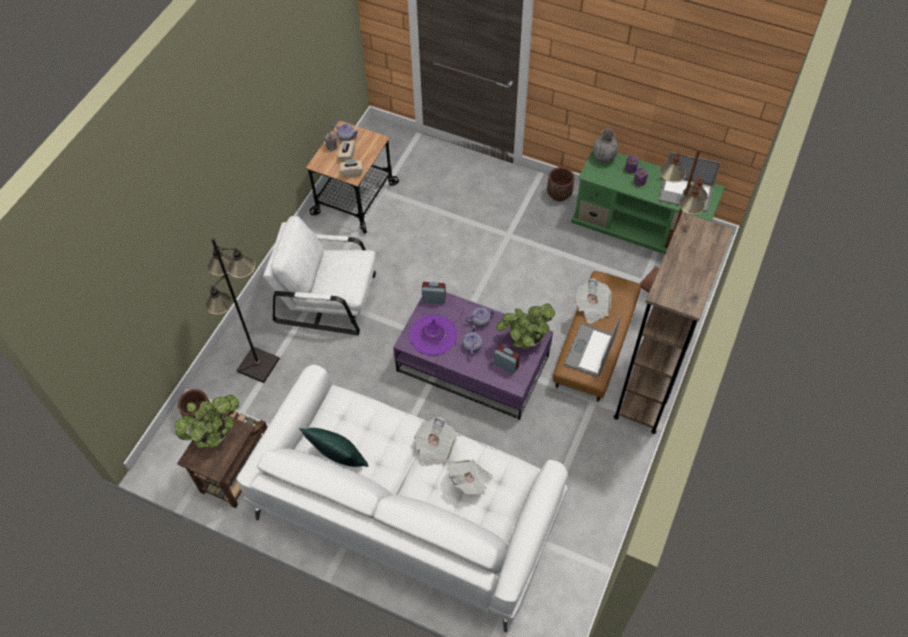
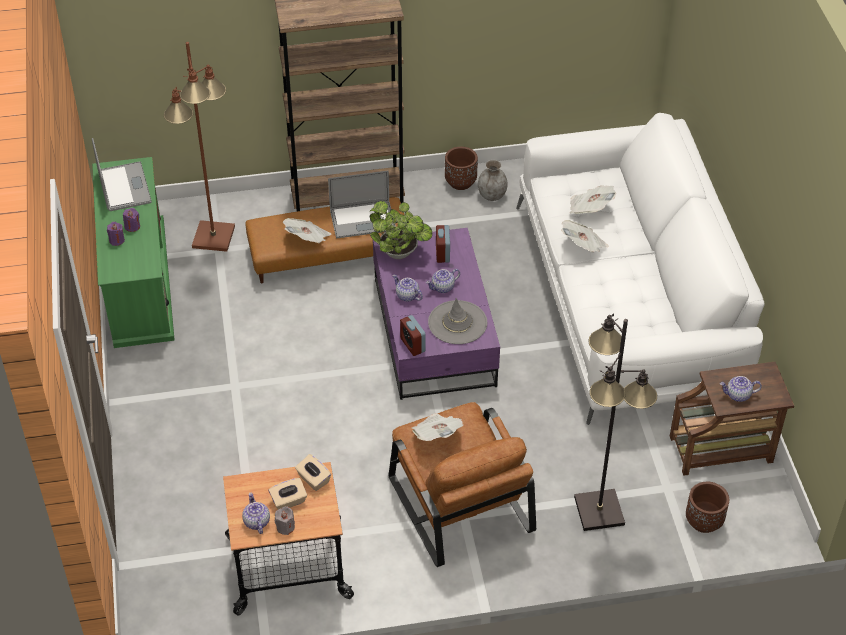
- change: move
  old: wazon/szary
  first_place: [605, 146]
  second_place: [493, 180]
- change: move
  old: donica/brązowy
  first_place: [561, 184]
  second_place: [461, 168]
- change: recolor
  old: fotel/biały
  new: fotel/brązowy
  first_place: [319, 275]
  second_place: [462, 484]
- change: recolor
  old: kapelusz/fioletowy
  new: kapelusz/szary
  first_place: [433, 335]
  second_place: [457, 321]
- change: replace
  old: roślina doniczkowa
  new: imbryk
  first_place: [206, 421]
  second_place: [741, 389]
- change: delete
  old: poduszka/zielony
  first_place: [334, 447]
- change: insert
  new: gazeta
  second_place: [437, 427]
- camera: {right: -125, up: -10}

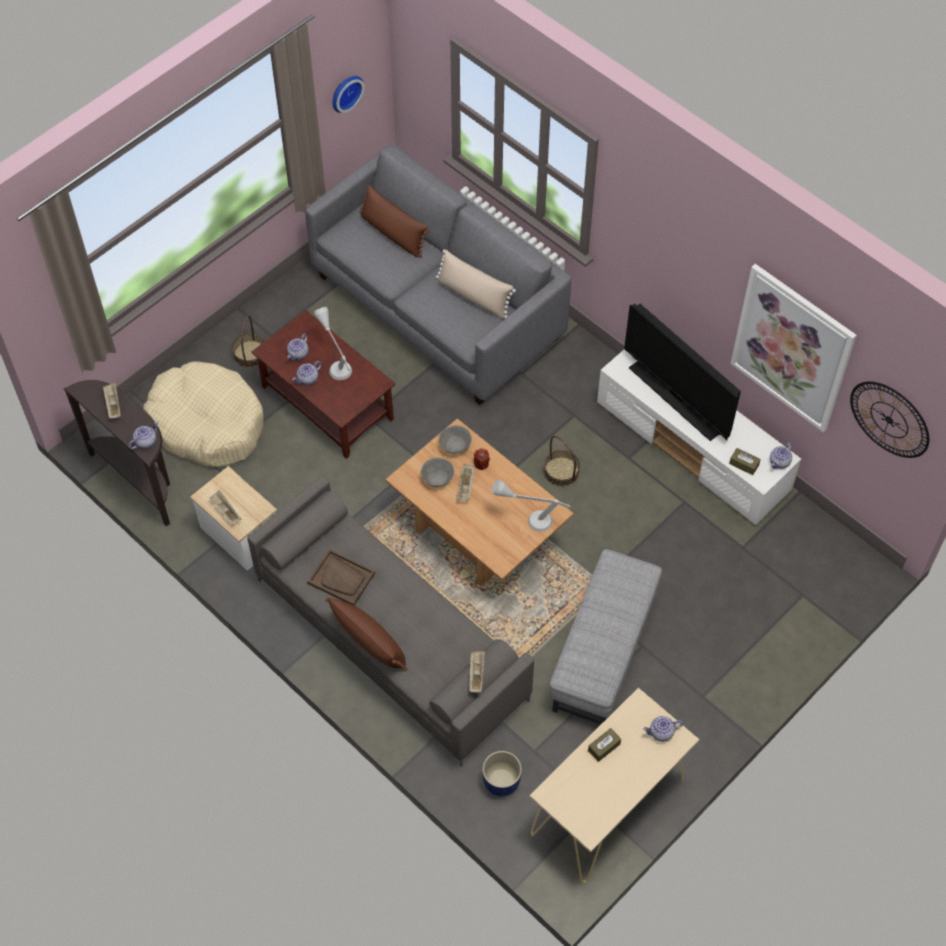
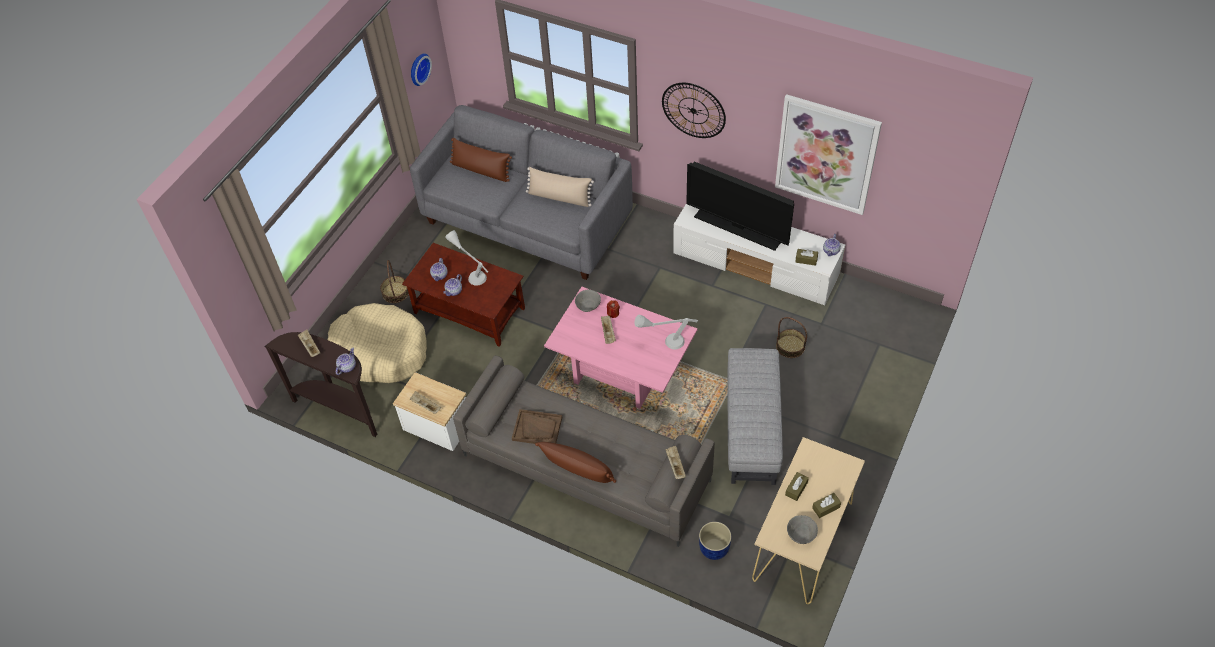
- change: move
  old: zegar ścienny
  first_place: [889, 419]
  second_place: [694, 110]
- change: recolor
  old: ława/brązowy
  new: ława/różowy
  first_place: [479, 502]
  second_place: [620, 348]
- change: move
  old: koszyk
  first_place: [562, 461]
  second_place: [791, 337]
- change: move
  old: miska/szary
  first_place: [437, 472]
  second_place: [802, 529]
- change: delete
  old: imbryk
  first_place: [663, 729]
- change: insert
  new: pudełko chusteczek/brązowy
  second_place: [826, 505]
- camera: {right: -15, up: -5}

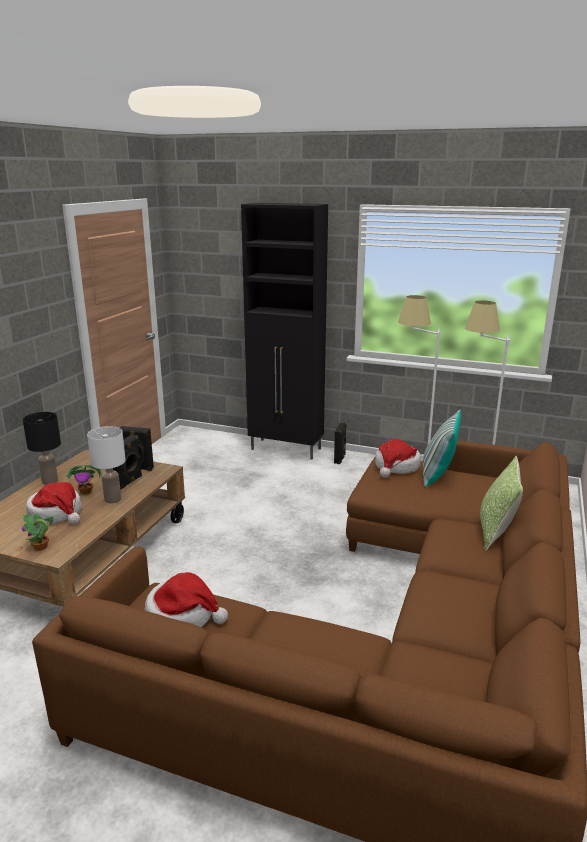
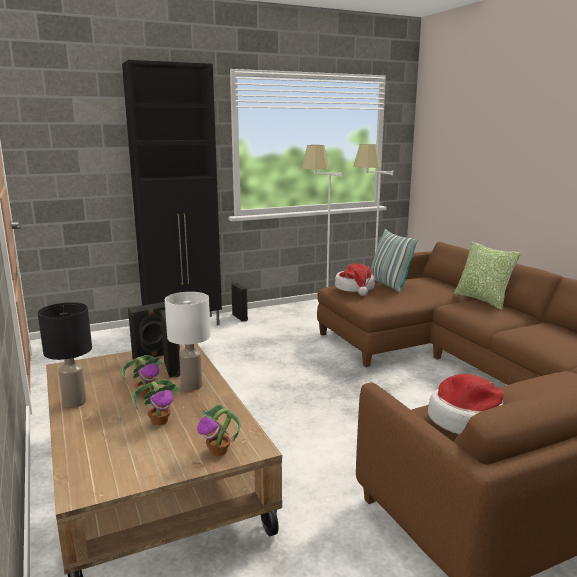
- change: replace
  old: kapelusz
  new: roślina doniczkowa
  first_place: [53, 503]
  second_place: [157, 402]
- camera: {right: -45, up: -5}

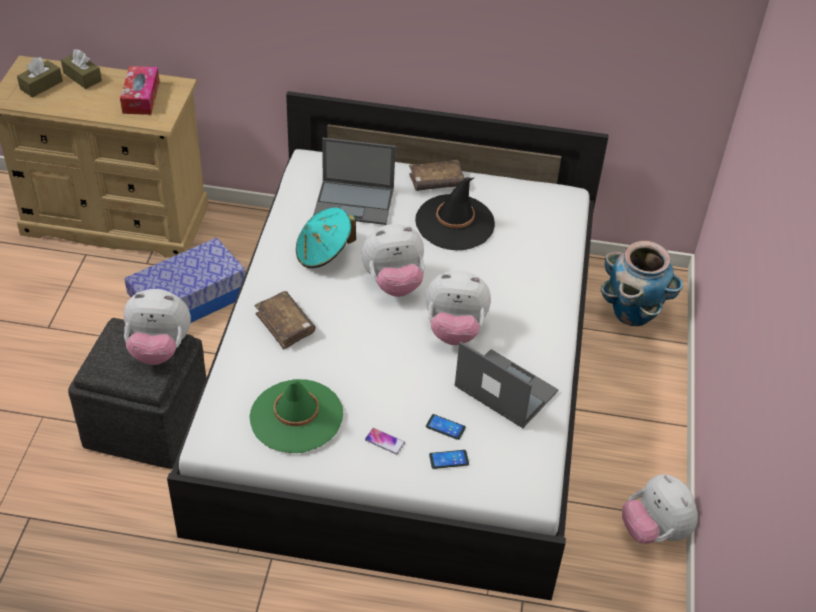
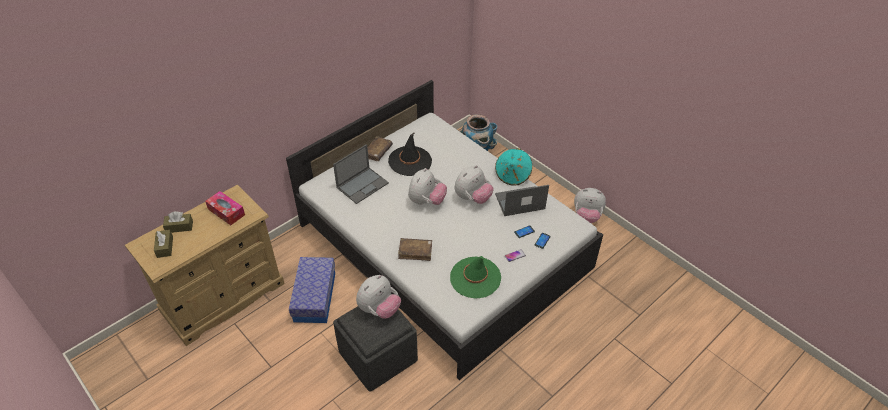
- change: move
  old: kapelusz/turkusowy
  first_place: [326, 238]
  second_place: [513, 167]
- camera: {right: -50, up: 0}

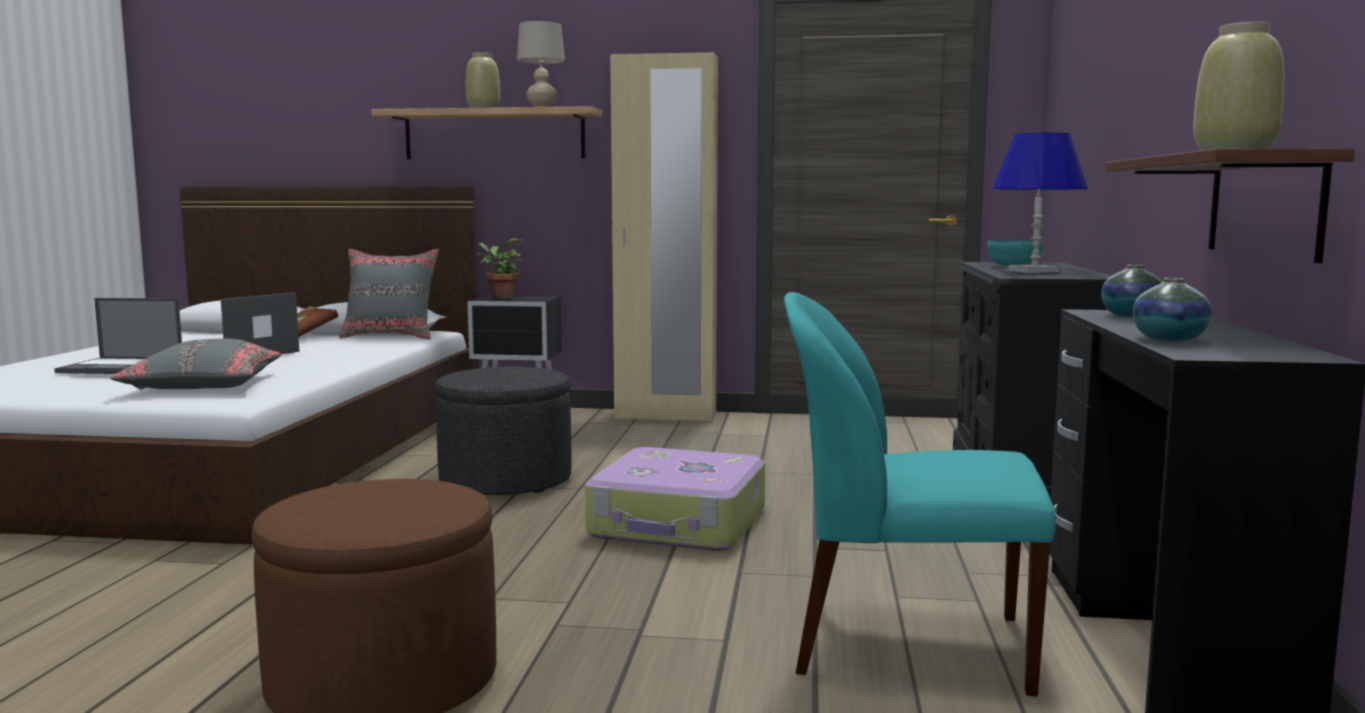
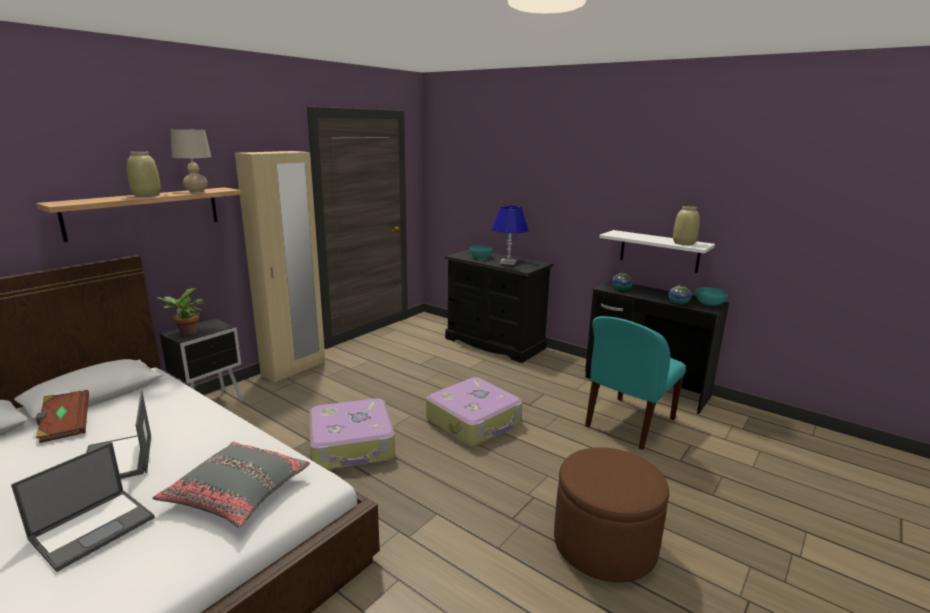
- change: recolor
  old: półka/brązowy
  new: półka/biały
  first_place: [1230, 205]
  second_place: [657, 251]
- change: delete
  old: poduszka/szary
  first_place: [389, 294]
- change: replace
  old: pufa/szary
  new: walizka
  first_place: [503, 431]
  second_place: [352, 434]
- change: insert
  new: miska/turkusowy
  second_place: [712, 296]
- camera: {right: -60, up: 10}

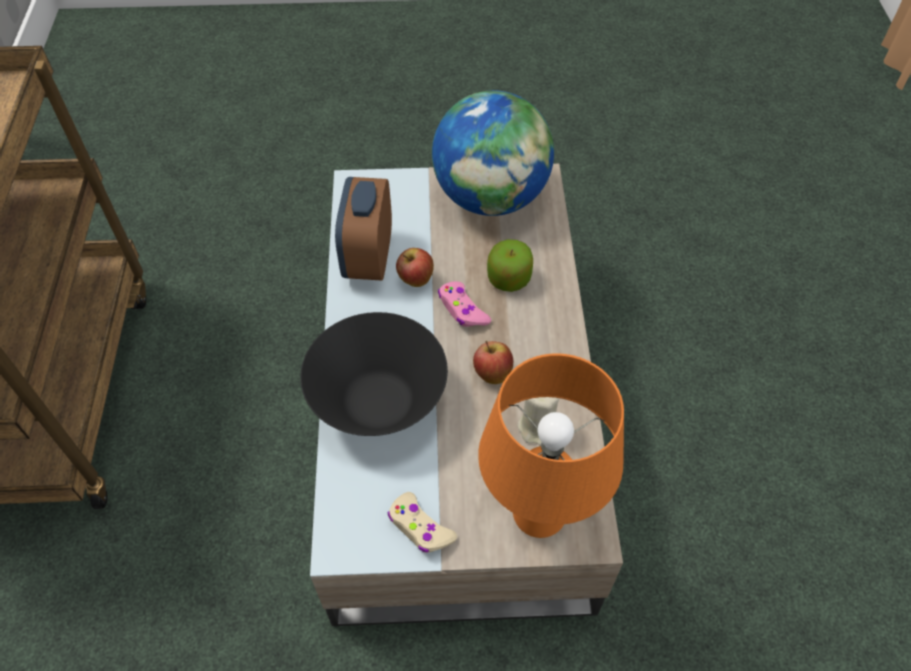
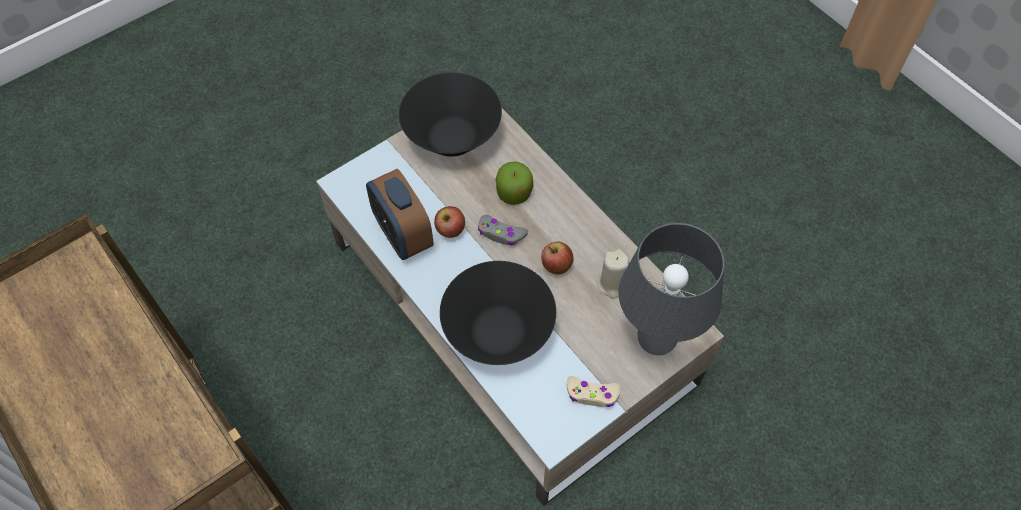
- change: replace
  old: globus
  new: miska/czarny
  first_place: [493, 153]
  second_place: [450, 115]
- change: recolor
  old: pad do gier/różowy
  new: pad do gier/szary
  first_place: [464, 304]
  second_place: [503, 230]
- change: recolor
  old: lampa stołowa/pomarańczowy
  new: lampa stołowa/szary
  first_place: [551, 445]
  second_place: [672, 289]
- camera: {right: -35, up: 5}

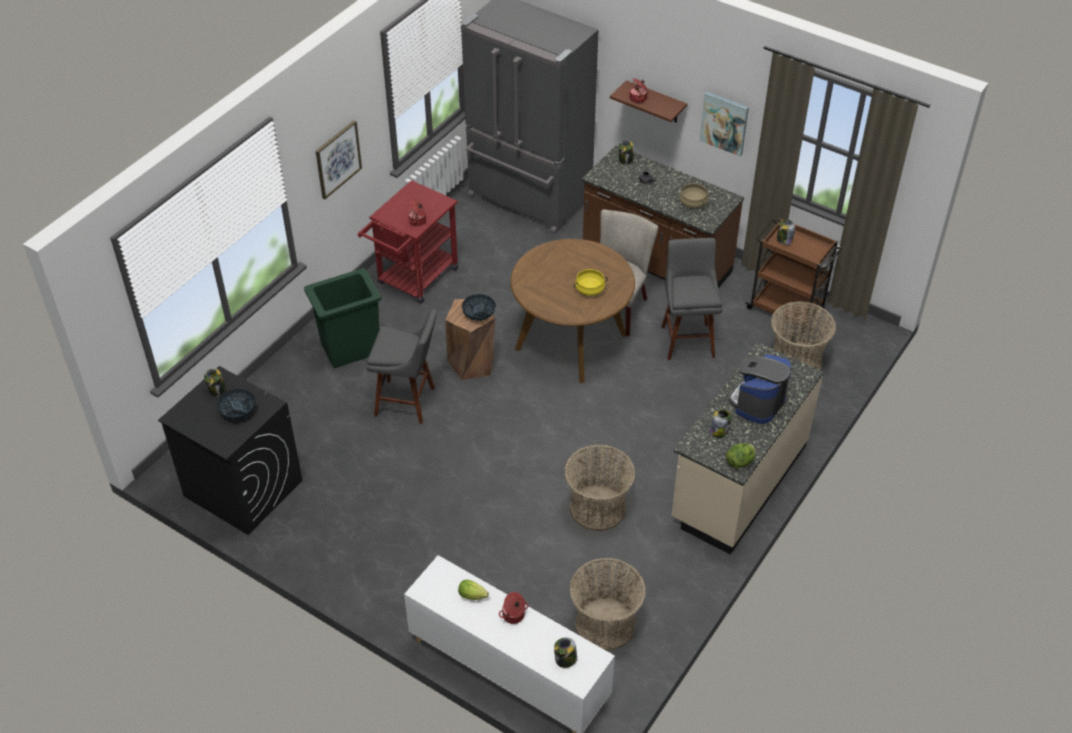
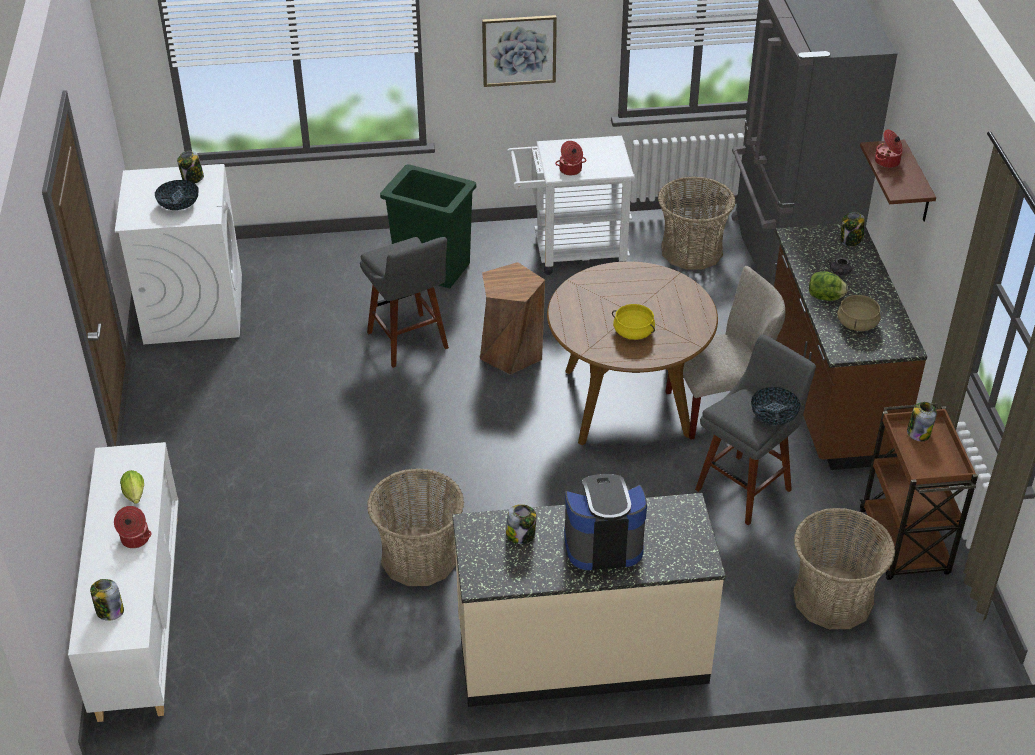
- change: delete
  old: obraz
  first_place: [724, 124]
- change: recolor
  old: wózek/czerwony
  new: wózek/biały
  first_place: [408, 241]
  second_place: [571, 205]
- change: move
  old: miska
  first_place: [479, 307]
  second_place: [776, 406]
- change: recolor
  old: pralka/czarny
  new: pralka/biały
  first_place: [230, 450]
  second_place: [178, 254]
- change: move
  old: sałata
  first_place: [741, 455]
  second_place: [828, 286]
- change: move
  old: koszyk
  first_place: [607, 604]
  second_place: [697, 223]
- camera: {right: 50, up: -5}

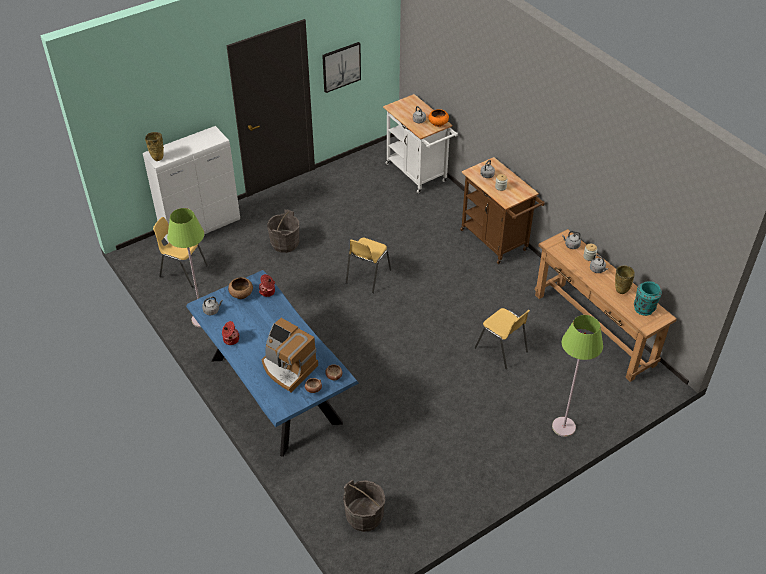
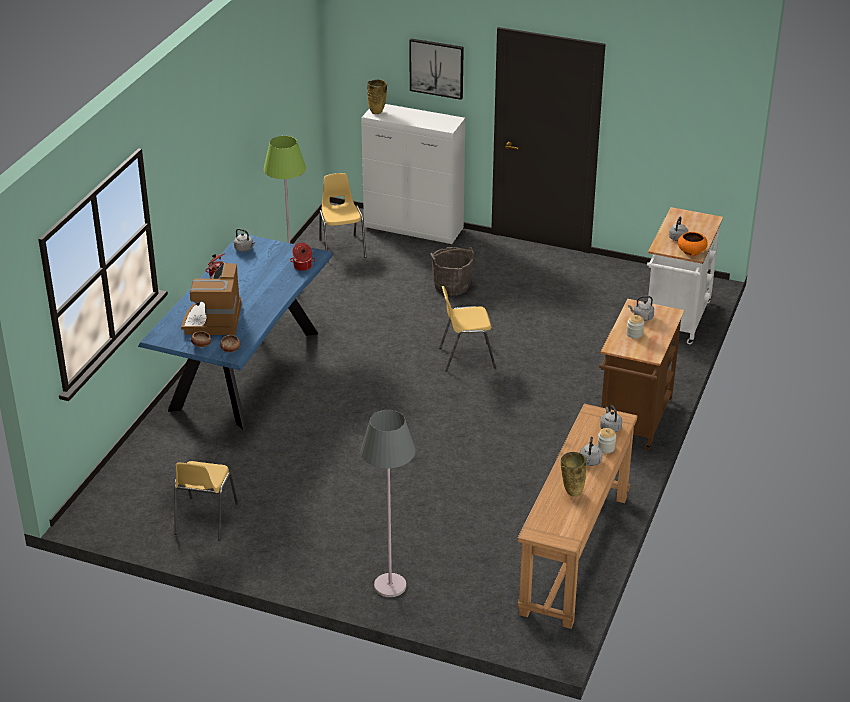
- change: move
  old: obraz
  first_place: [341, 67]
  second_place: [436, 69]
- change: delete
  old: miska/brązowy
  first_place: [240, 288]
- change: delete
  old: wazon/turkusowy
  first_place: [648, 298]
- change: move
  old: krzesło/żółty
  first_place: [502, 338]
  second_place: [206, 501]
- change: recolor
  old: lampa stojąca/zielony
  new: lampa stojąca/szary
  first_place: [577, 376]
  second_place: [388, 503]
- change: delete
  old: wiadro/szary
  first_place: [364, 505]
- camera: {right: 55, up: -10}

